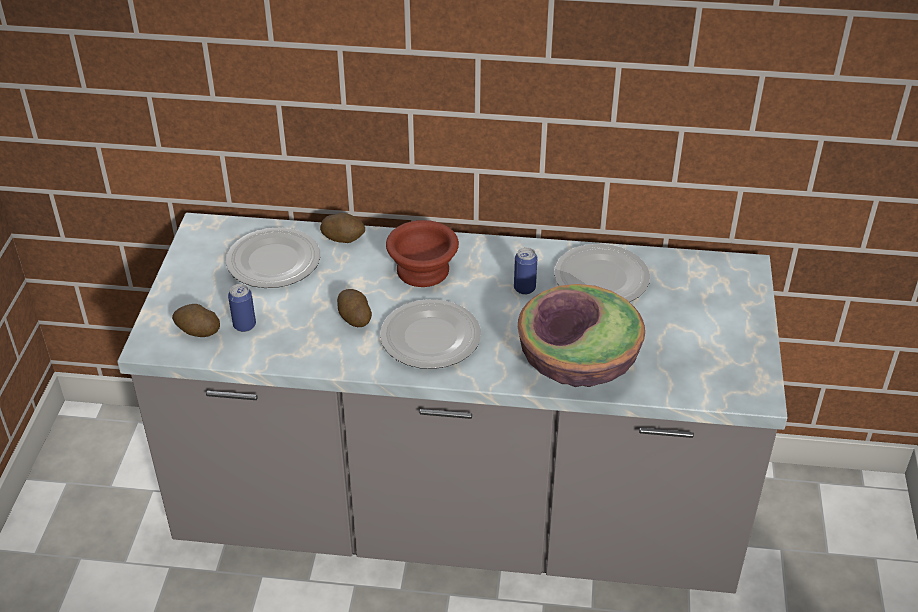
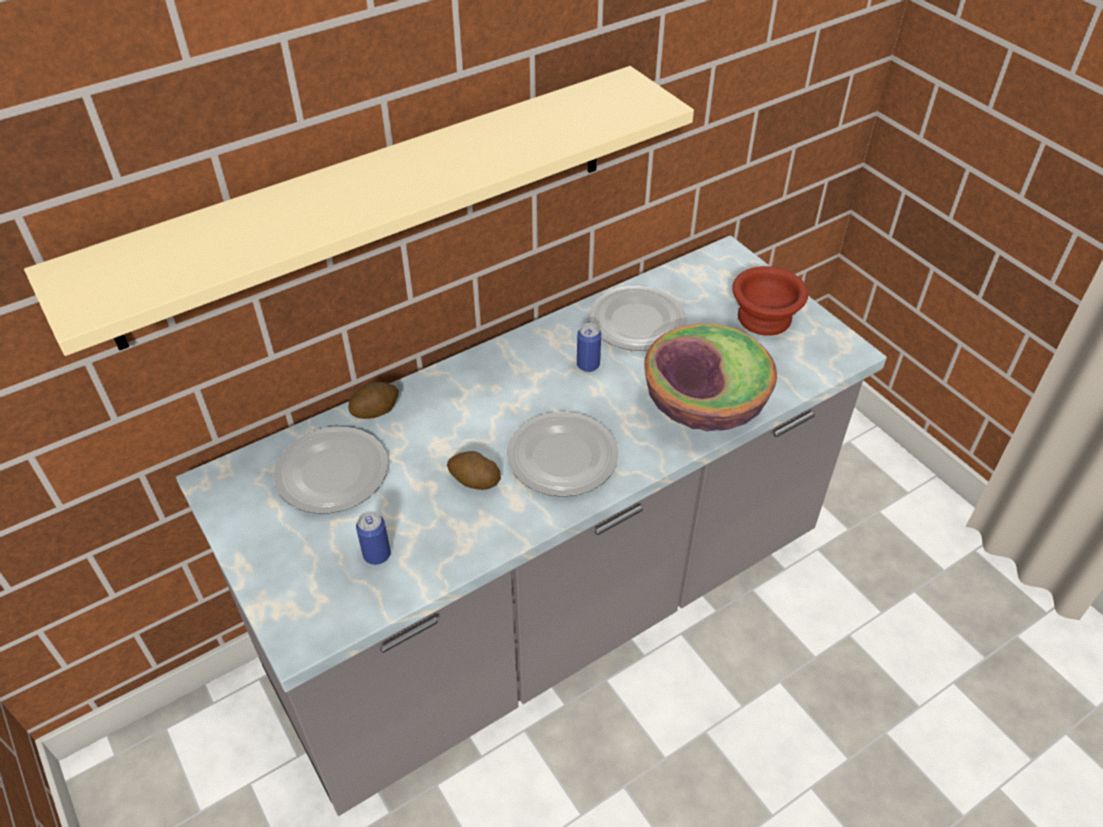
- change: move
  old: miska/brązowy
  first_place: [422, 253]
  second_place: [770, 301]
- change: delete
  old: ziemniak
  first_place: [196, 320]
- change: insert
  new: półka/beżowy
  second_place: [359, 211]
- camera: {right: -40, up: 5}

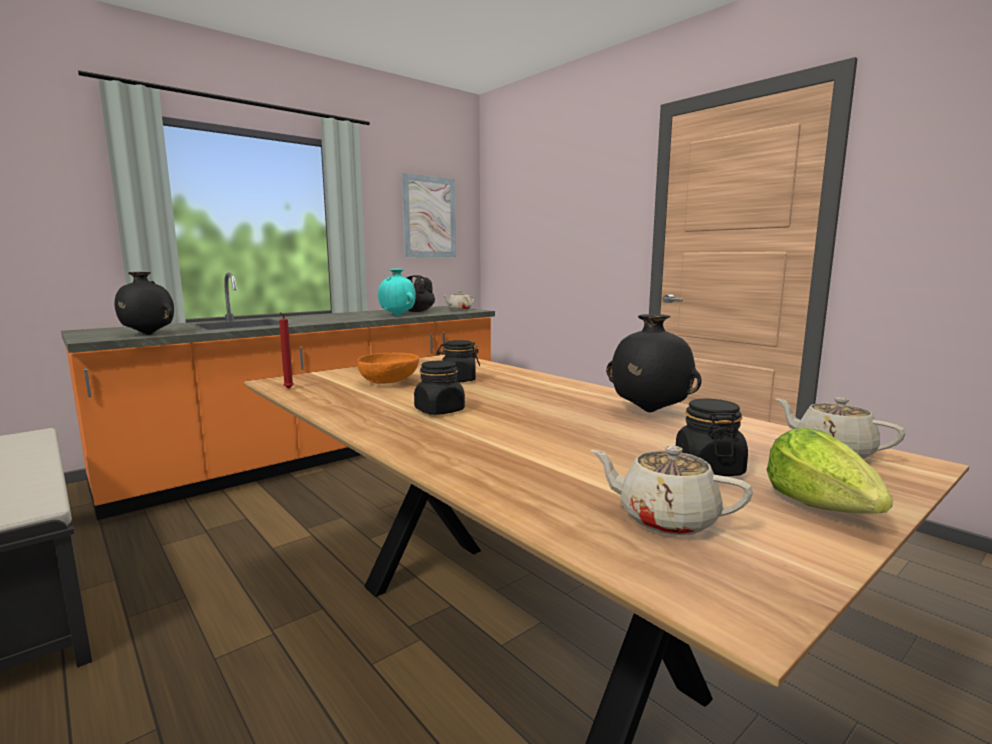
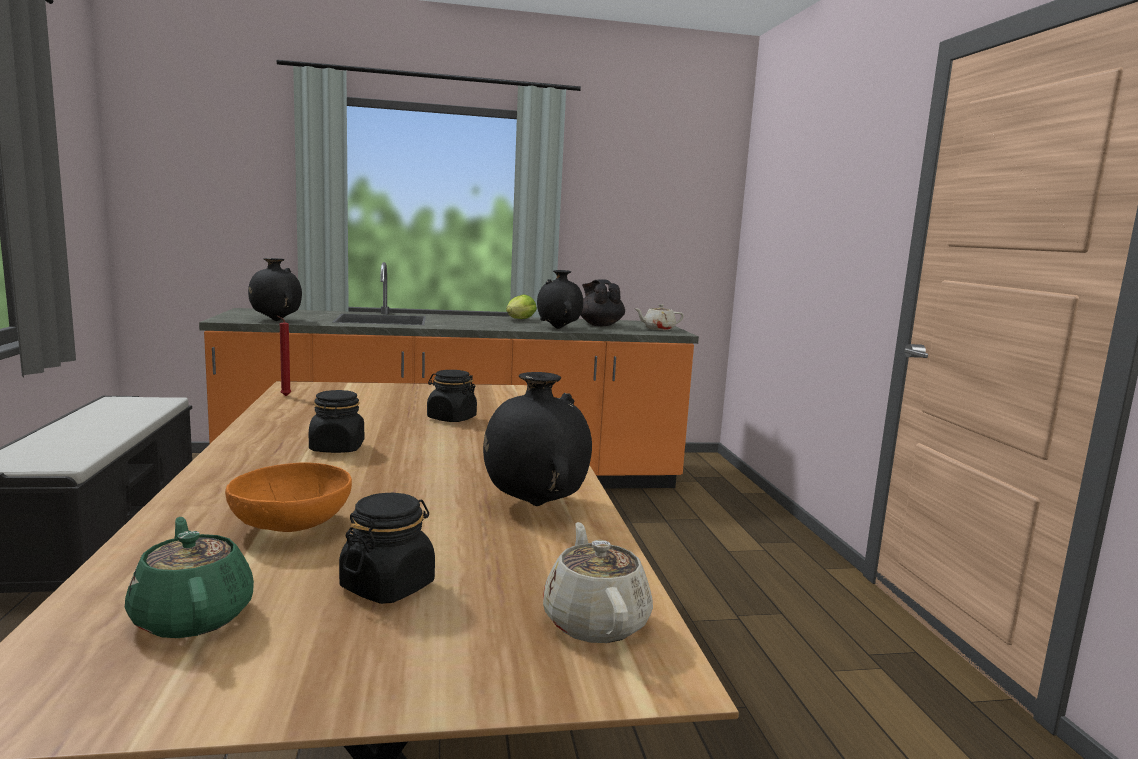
- change: delete
  old: obraz
  first_place: [429, 215]
- change: recolor
  old: wazon/turkusowy
  new: wazon/czarny
  first_place: [397, 292]
  second_place: [560, 299]
- change: move
  old: miska/pomarańczowy
  first_place: [388, 368]
  second_place: [288, 497]
- change: move
  old: sałata
  first_place: [830, 471]
  second_place: [521, 306]
- change: recolor
  old: imbryk/beżowy
  new: imbryk/zielony
  first_place: [672, 490]
  second_place: [189, 577]
- camera: {right: 30, up: 0}

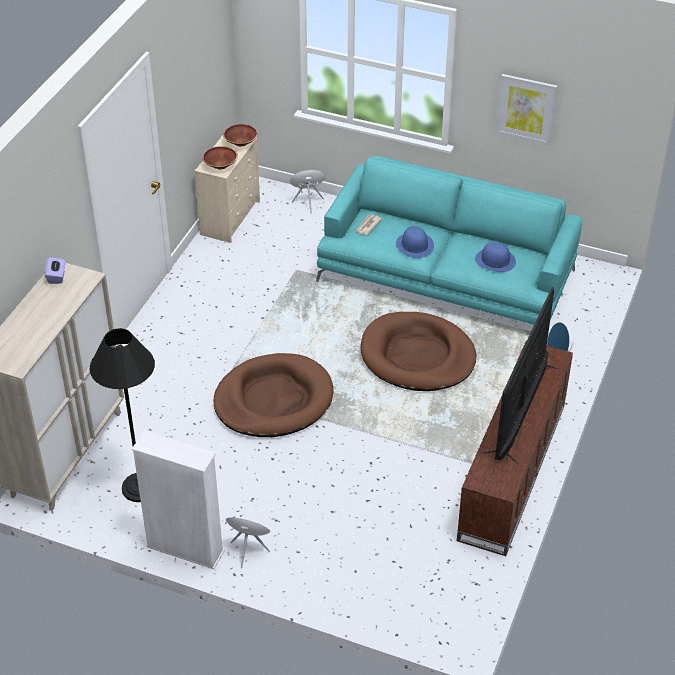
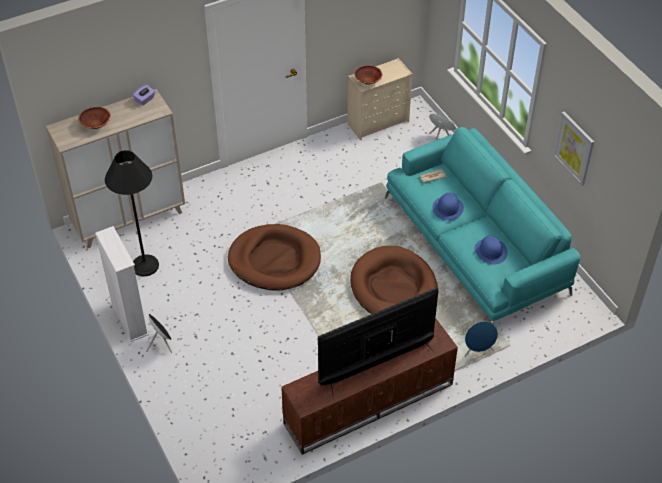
- change: move
  old: miska/brązowy
  first_place: [240, 135]
  second_place: [94, 118]
- camera: {right: 40, up: 5}

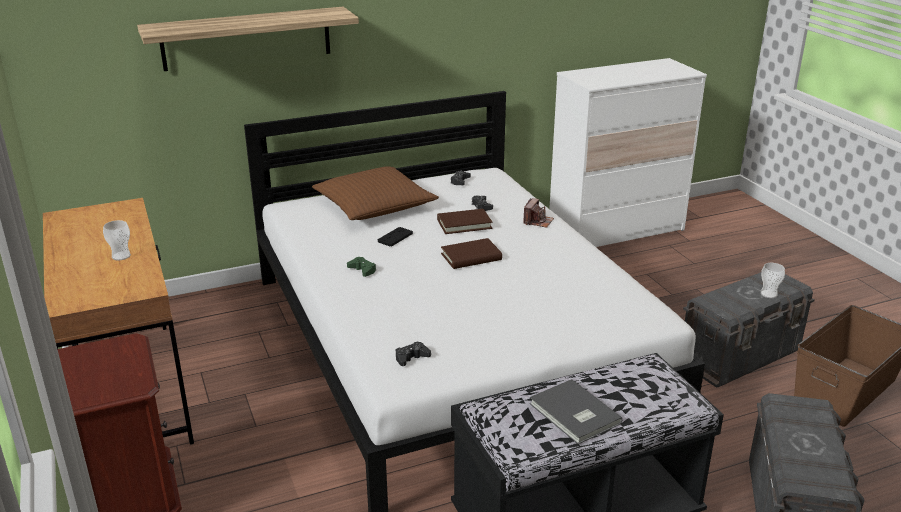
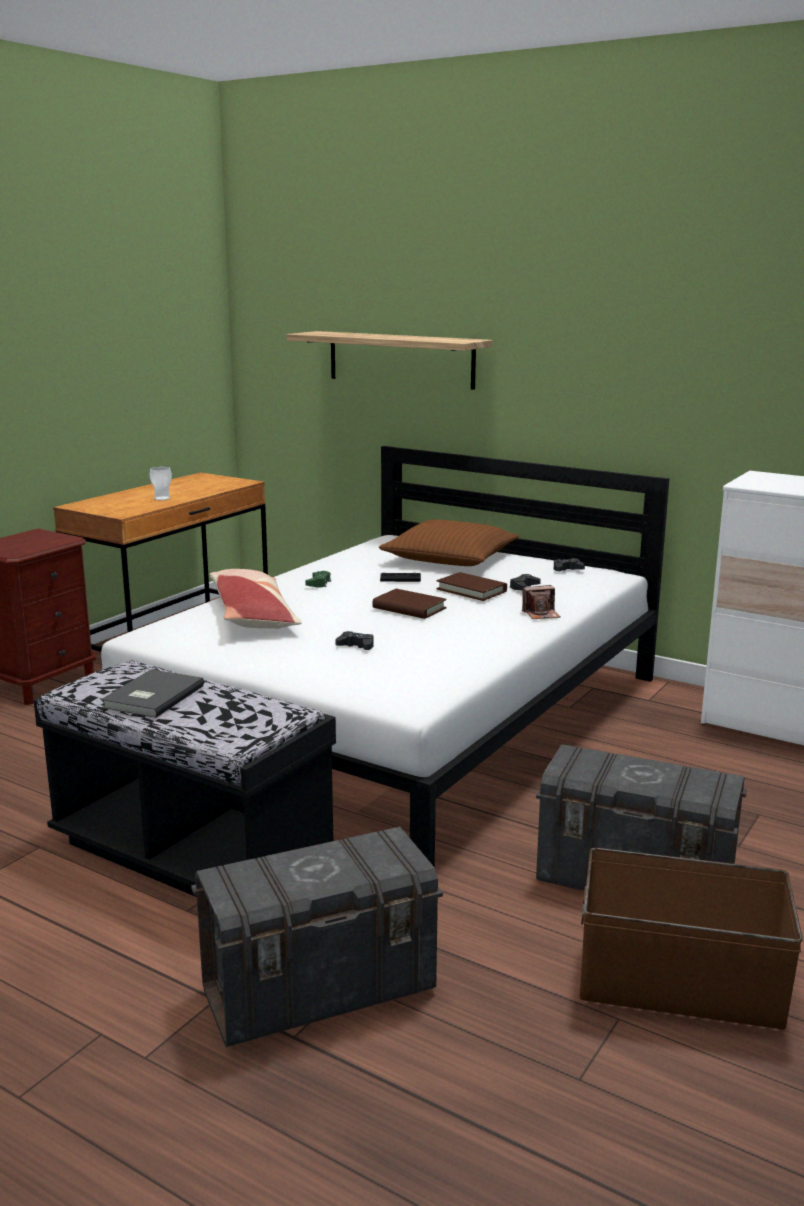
- change: delete
  old: filiżanka
  first_place: [773, 280]
- change: move
  old: pad do gier/czarny
  first_place: [413, 354]
  second_place: [354, 640]
- change: insert
  new: poduszka
  second_place: [256, 599]
- camera: {right: 55, up: -10}

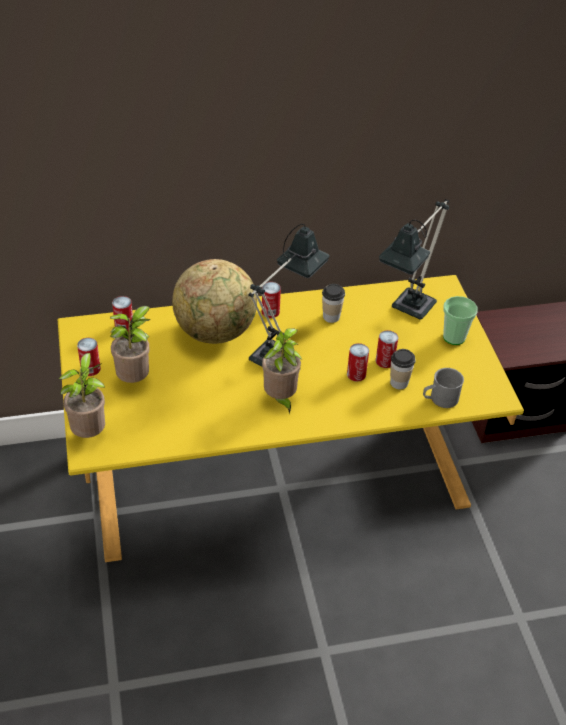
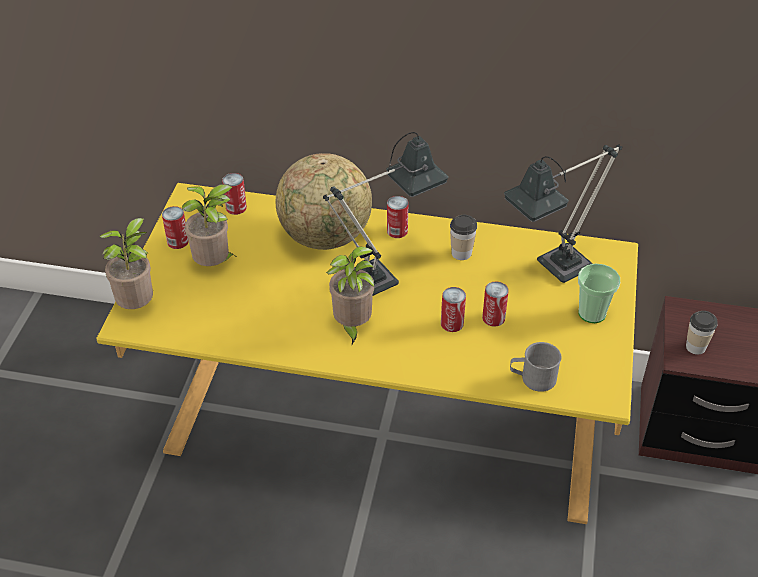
- change: move
  old: filiżanka
  first_place: [403, 369]
  second_place: [702, 333]
- camera: {right: 25, up: 0}

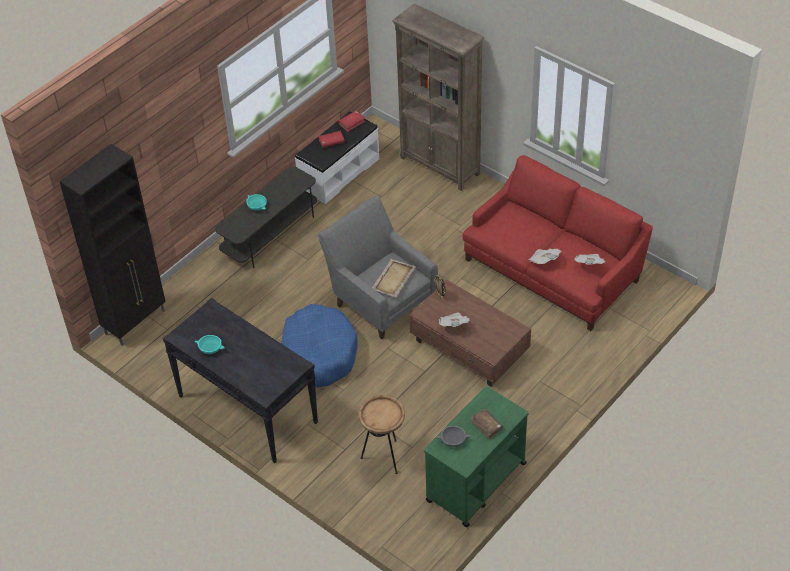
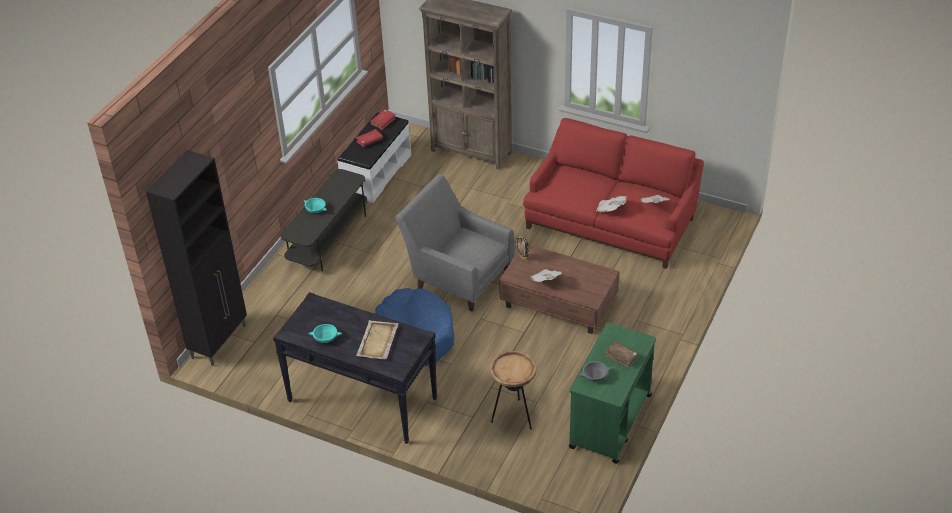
- change: move
  old: taca/beżowy
  first_place: [394, 278]
  second_place: [377, 340]
- camera: {right: -15, up: -5}

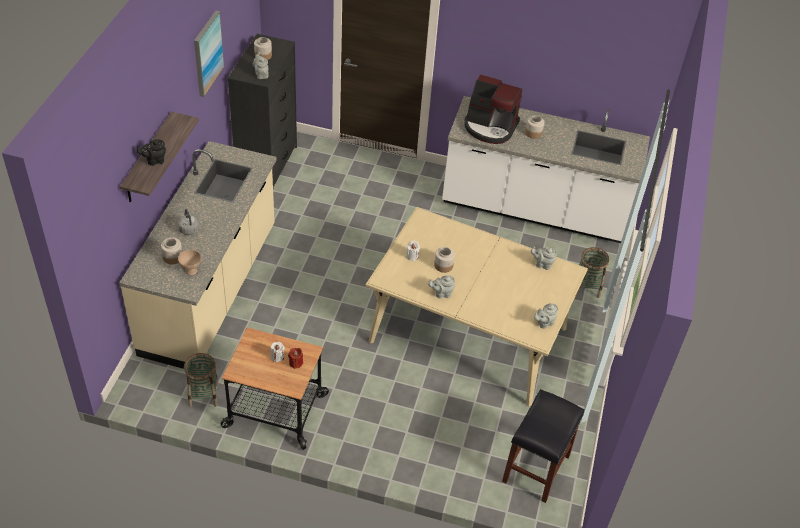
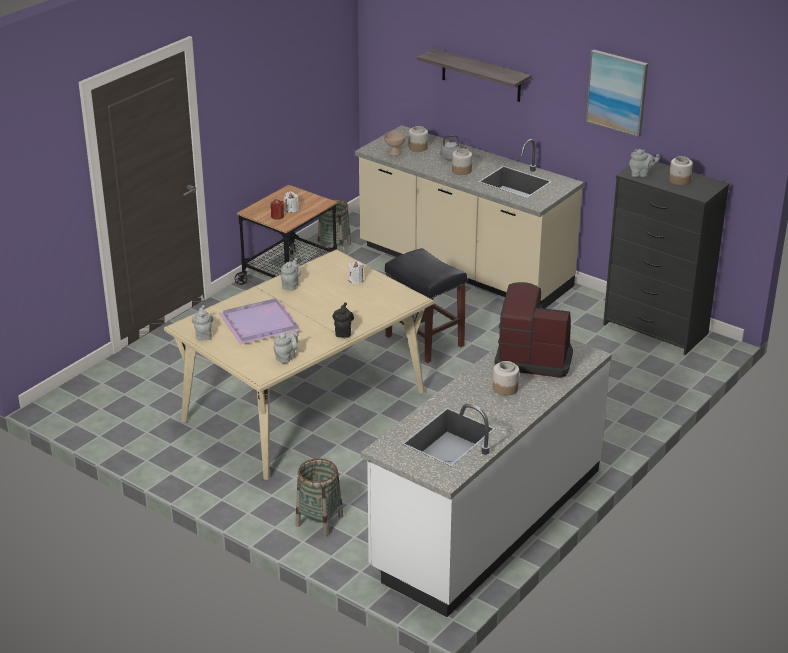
- change: rotate
  old: ekspres do kawy
  first_place: [493, 109]
  second_place: [534, 330]
  degrees: 60
- change: move
  old: imbryk/czarny
  first_place: [151, 152]
  second_place: [343, 320]
- change: move
  old: słoik
  first_place: [444, 260]
  second_place: [462, 162]
- change: move
  old: stołek/czarny
  first_place: [543, 446]
  second_place: [426, 305]
- change: insert
  new: taca/fioletowy
  second_place: [260, 321]
- camera: {right: 115, up: -15}

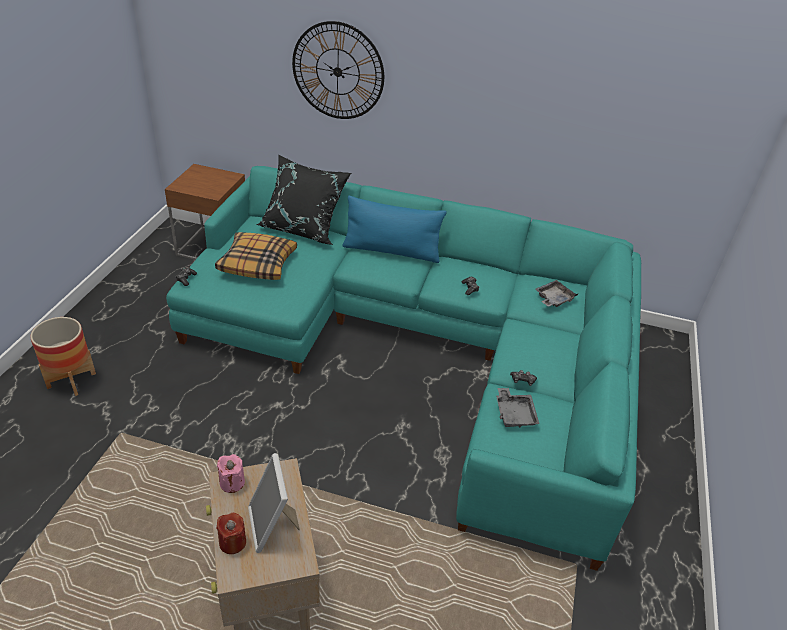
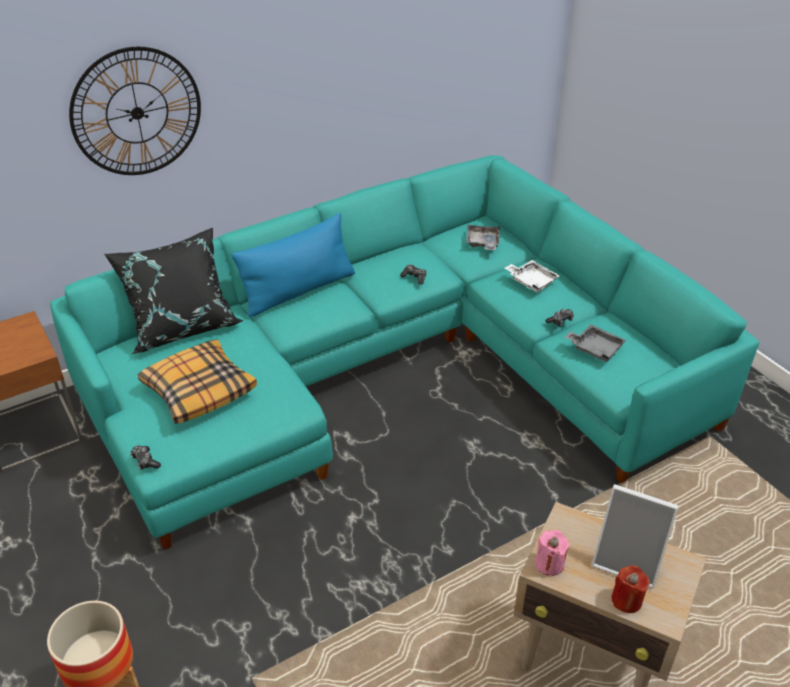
- change: insert
  new: taca/biały
  second_place: [532, 276]
- camera: {right: -45, up: 0}

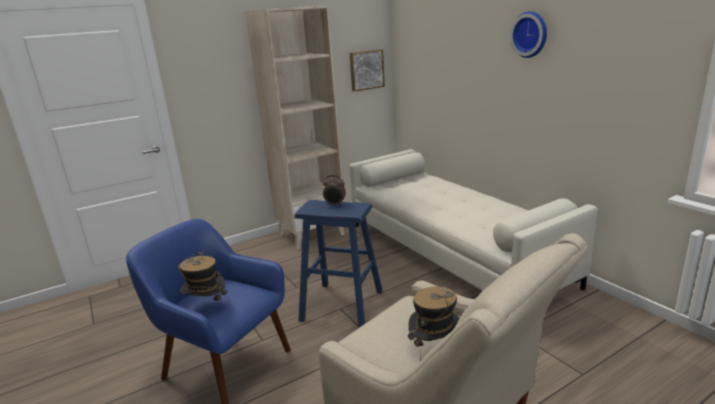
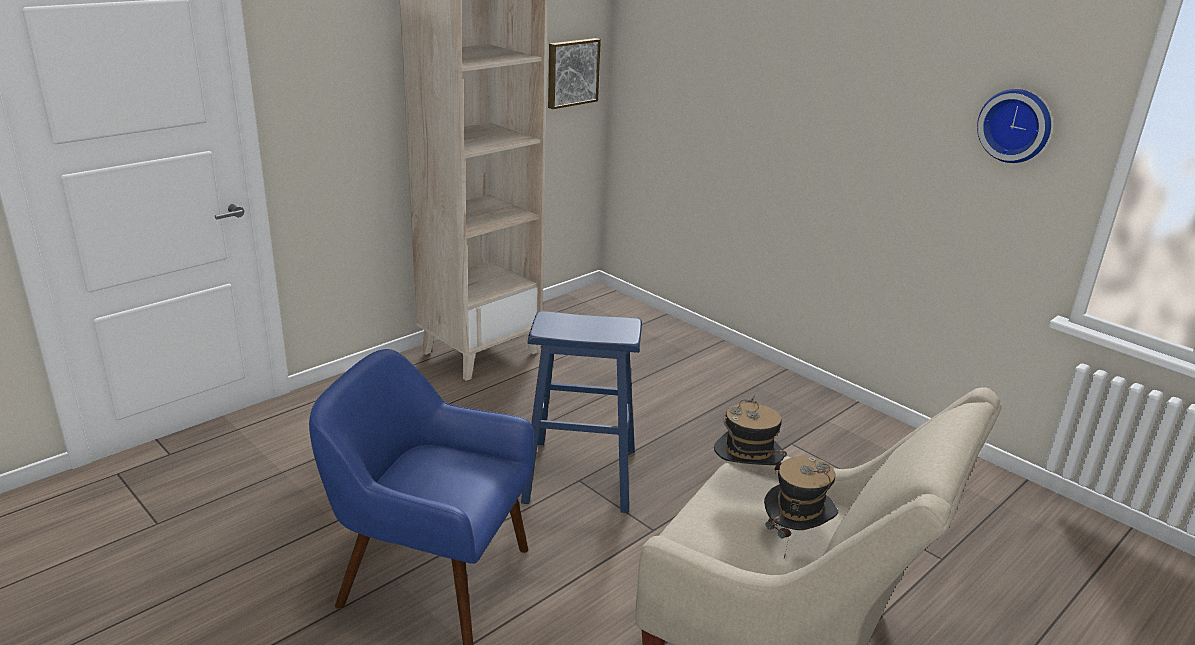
- change: move
  old: zegar ścienny
  first_place: [528, 34]
  second_place: [1014, 126]
- change: delete
  old: kanapa/beżowy
  first_place: [473, 220]
- change: delete
  old: budzik
  first_place: [334, 190]
- change: move
  old: kapelusz
  first_place: [204, 277]
  second_place: [750, 435]
- camera: {right: -15, up: 5}

